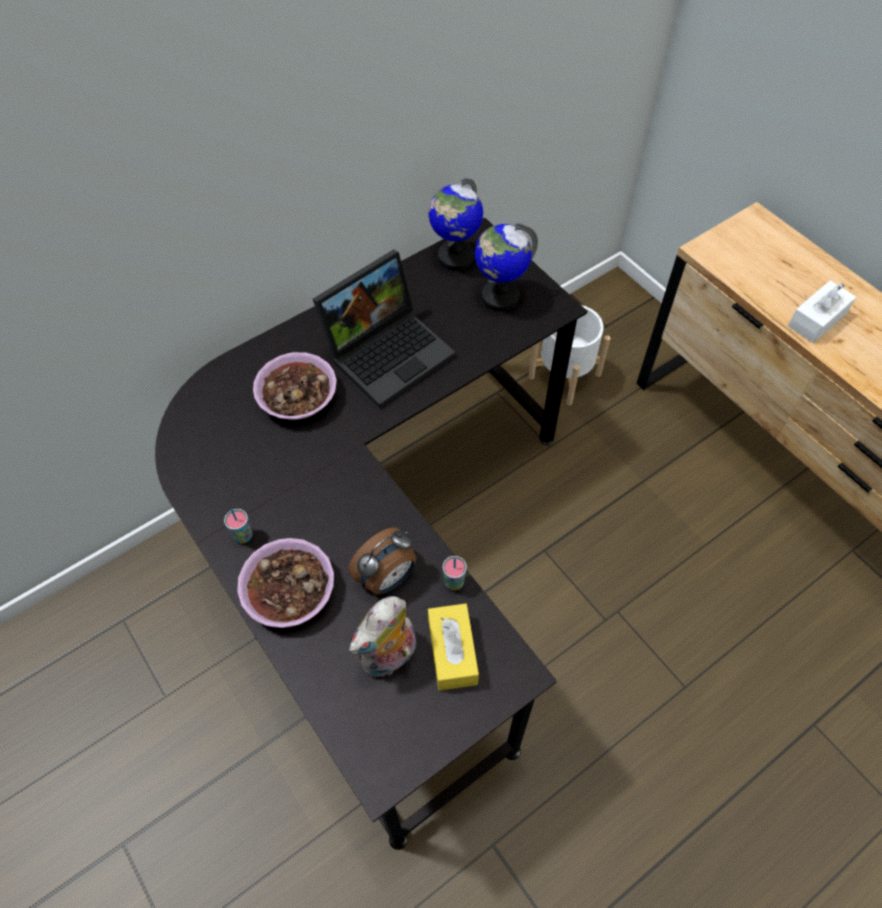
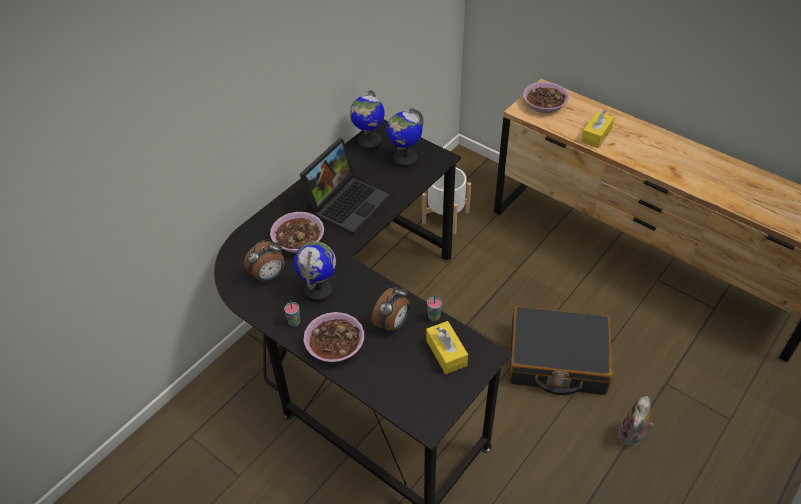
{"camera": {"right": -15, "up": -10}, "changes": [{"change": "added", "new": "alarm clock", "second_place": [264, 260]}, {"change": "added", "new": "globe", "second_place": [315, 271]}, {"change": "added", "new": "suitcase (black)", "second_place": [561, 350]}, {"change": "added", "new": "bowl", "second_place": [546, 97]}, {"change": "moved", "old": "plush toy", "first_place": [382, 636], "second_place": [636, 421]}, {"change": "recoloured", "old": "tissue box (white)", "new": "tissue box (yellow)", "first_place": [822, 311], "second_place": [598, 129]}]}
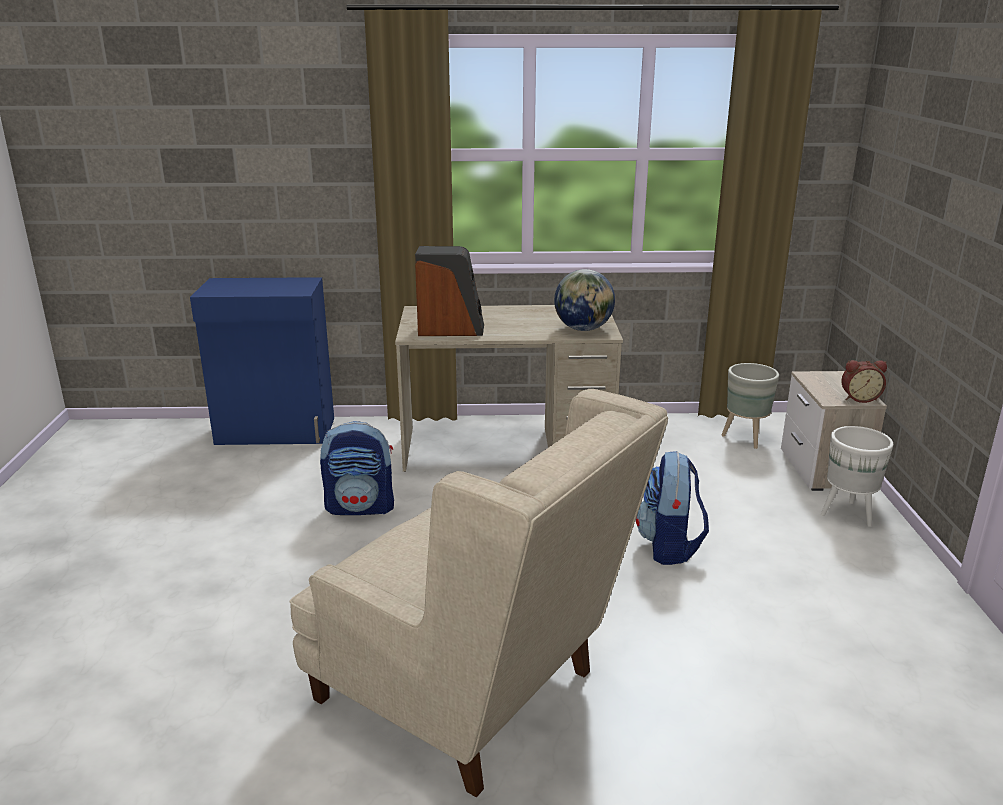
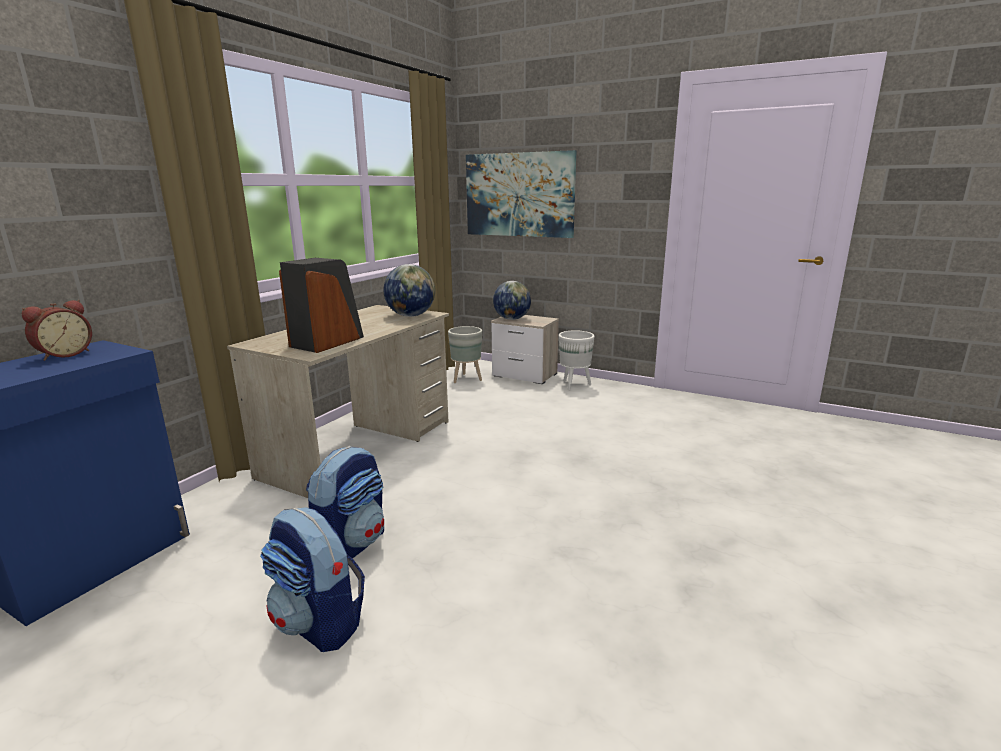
{"camera": {"right": -60, "up": -5}, "changes": [{"change": "removed", "old": "armchair (beige)", "first_place": [478, 593]}, {"change": "added", "new": "picture", "second_place": [521, 194]}, {"change": "added", "new": "globe", "second_place": [512, 300]}, {"change": "moved", "old": "backpack", "first_place": [672, 508], "second_place": [312, 579]}, {"change": "moved", "old": "alarm clock", "first_place": [864, 381], "second_place": [57, 330]}]}
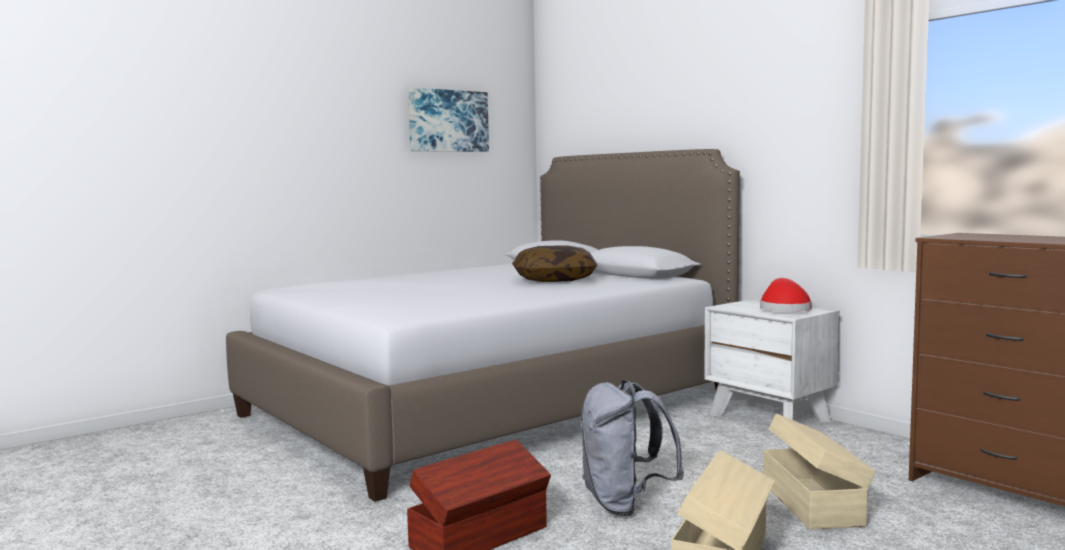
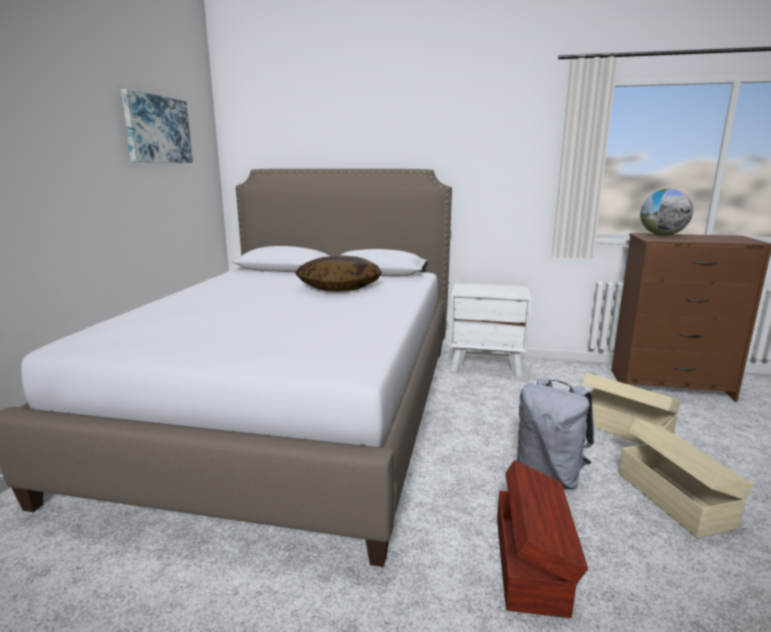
{"camera": {"right": -40, "up": 10}, "changes": [{"change": "removed", "old": "hat (red)", "first_place": [786, 295]}, {"change": "added", "new": "globe", "second_place": [666, 212]}]}
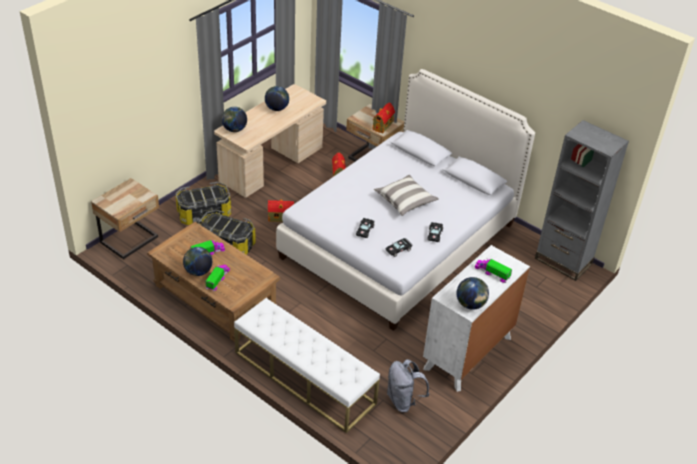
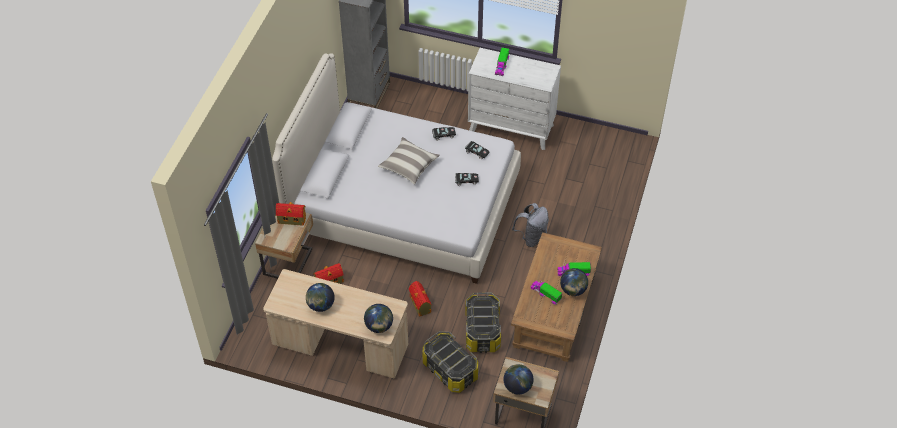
{"camera": {"right": -110, "up": 10}, "changes": [{"change": "removed", "old": "bench (white)", "first_place": [307, 365]}, {"change": "moved", "old": "backpack (grey)", "first_place": [408, 385], "second_place": [530, 225]}, {"change": "moved", "old": "globe", "first_place": [473, 293], "second_place": [518, 379]}]}
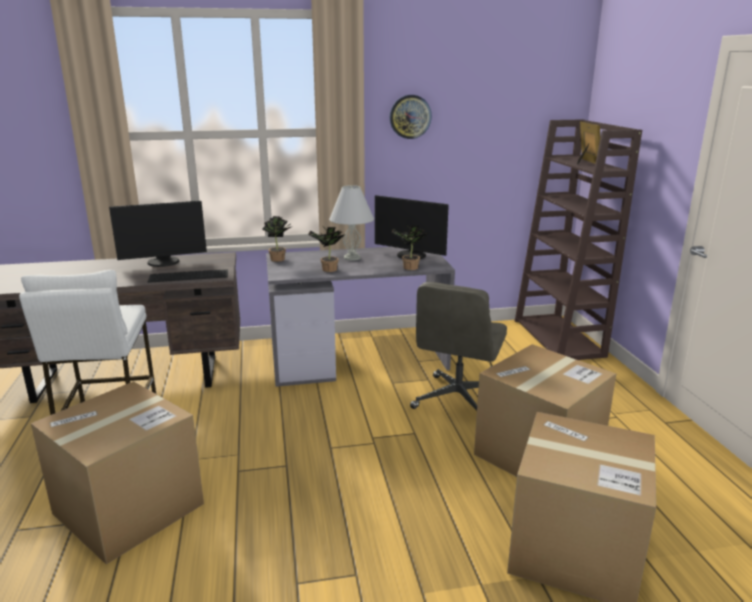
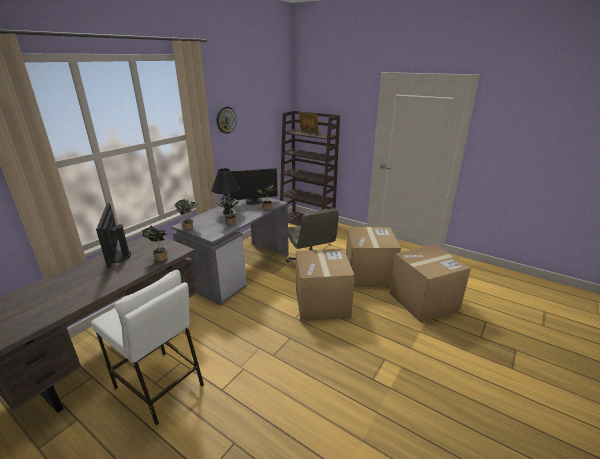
{"camera": {"right": -45, "up": 5}, "changes": [{"change": "moved", "old": "cardboard box", "first_place": [117, 473], "second_place": [325, 285]}, {"change": "replaced", "old": "keyboard", "new": "potted plant", "first_place": [188, 276], "second_place": [154, 243]}, {"change": "recoloured", "old": "table lamp (white)", "new": "table lamp (black)", "first_place": [351, 223], "second_place": [225, 191]}, {"change": "turned", "old": "monitor", "first_place": [158, 234], "second_place": [113, 235], "degrees": 135}]}
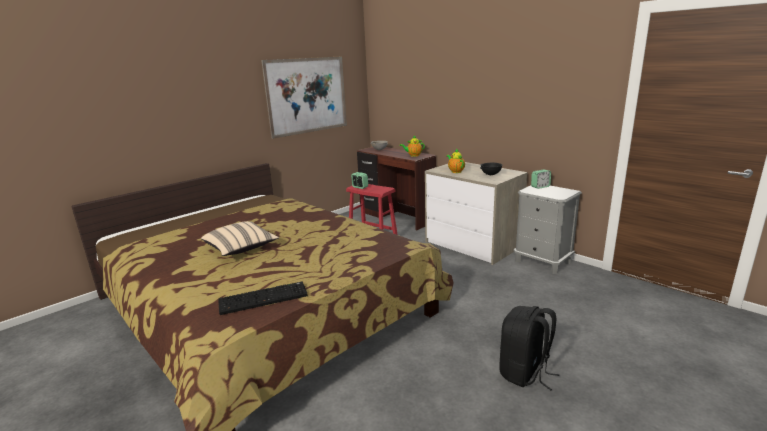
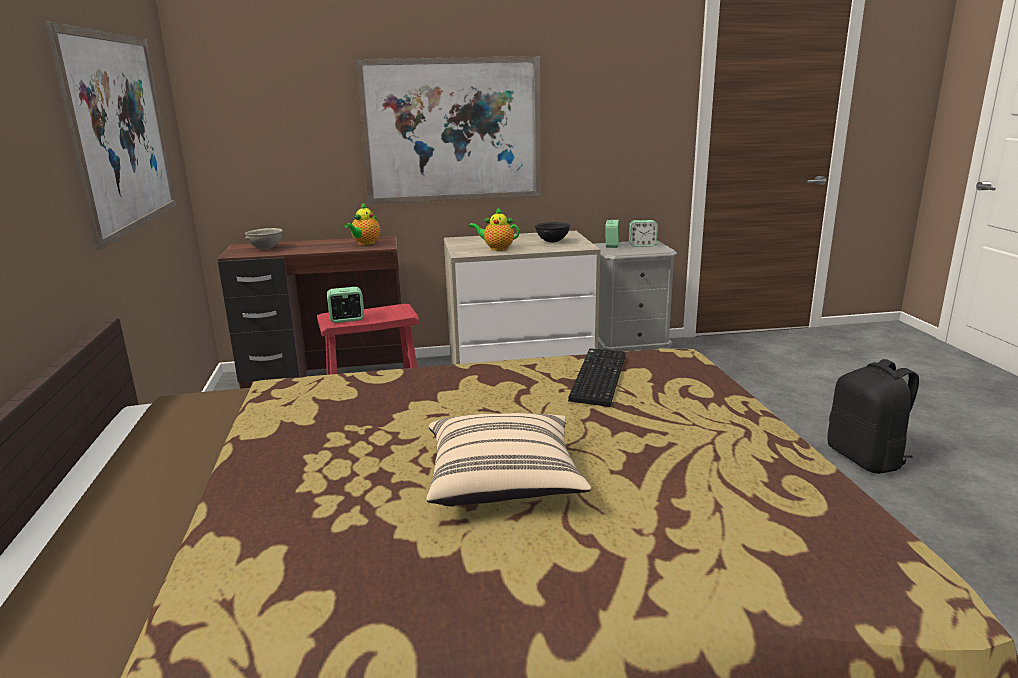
{"camera": {"right": -55, "up": 0}, "changes": [{"change": "added", "new": "picture", "second_place": [448, 130]}, {"change": "added", "new": "alarm clock", "second_place": [643, 233]}, {"change": "moved", "old": "keyboard", "first_place": [263, 298], "second_place": [596, 377]}]}
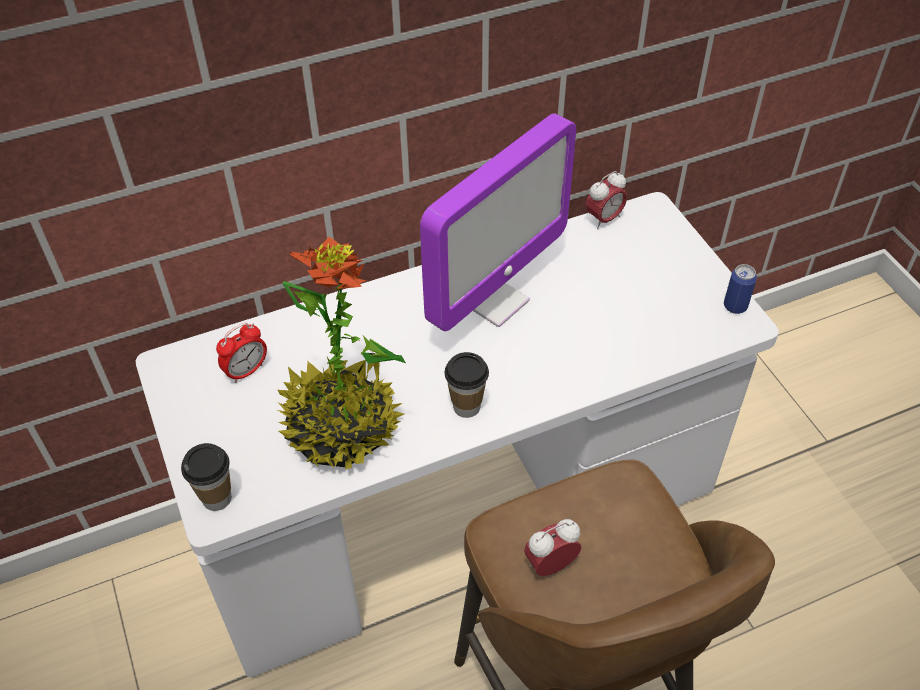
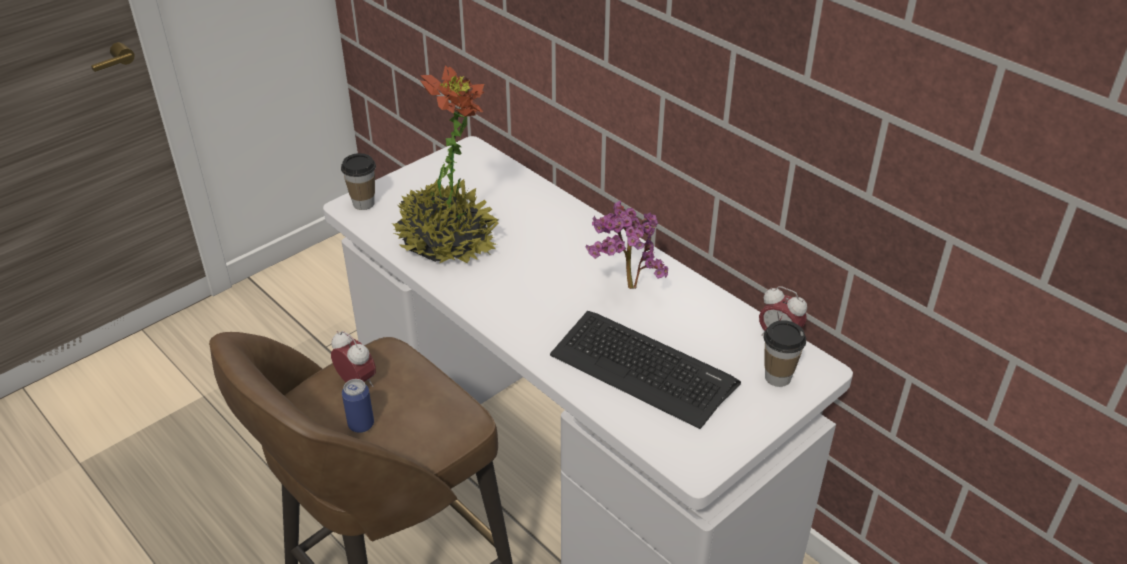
{"camera": {"right": 70, "up": -10}, "changes": [{"change": "removed", "old": "alarm clock", "first_place": [241, 353]}, {"change": "added", "new": "keyboard", "second_place": [645, 370]}, {"change": "moved", "old": "cup", "first_place": [466, 385], "second_place": [785, 353]}, {"change": "moved", "old": "can", "first_place": [740, 289], "second_place": [358, 406]}, {"change": "replaced", "old": "monitor", "new": "potted plant", "first_place": [498, 222], "second_place": [626, 245]}]}
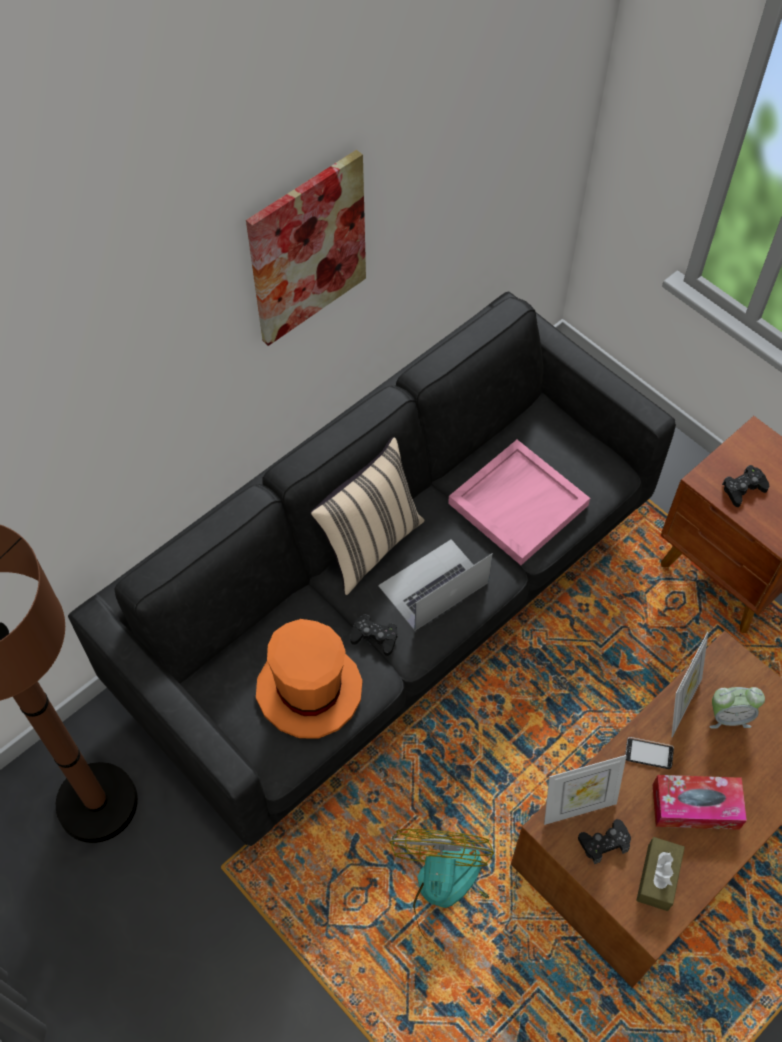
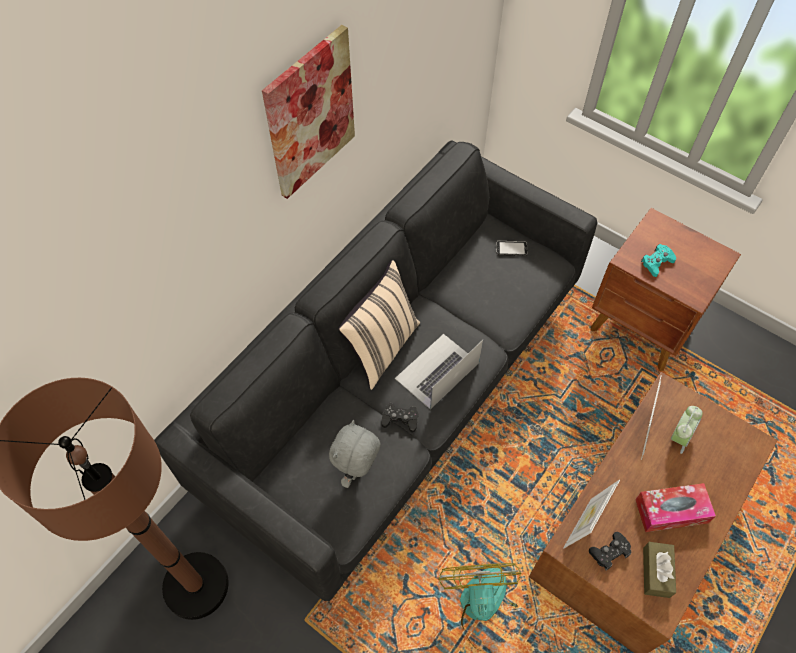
{"camera": {"right": -10, "up": 0}, "changes": [{"change": "removed", "old": "tray (pink)", "first_place": [519, 502]}, {"change": "moved", "old": "phone", "first_place": [649, 753], "second_place": [512, 248]}, {"change": "replaced", "old": "hat (orange)", "new": "plush toy (grey)", "first_place": [309, 679], "second_place": [354, 454]}, {"change": "recoloured", "old": "game controller (black)", "new": "game controller (turquoise)", "first_place": [745, 486], "second_place": [658, 260]}, {"change": "turned", "old": "picture frame", "first_place": [585, 790], "second_place": [591, 514], "degrees": 150}, {"change": "turned", "old": "alarm clock", "first_place": [737, 708], "second_place": [687, 430], "degrees": -45}]}
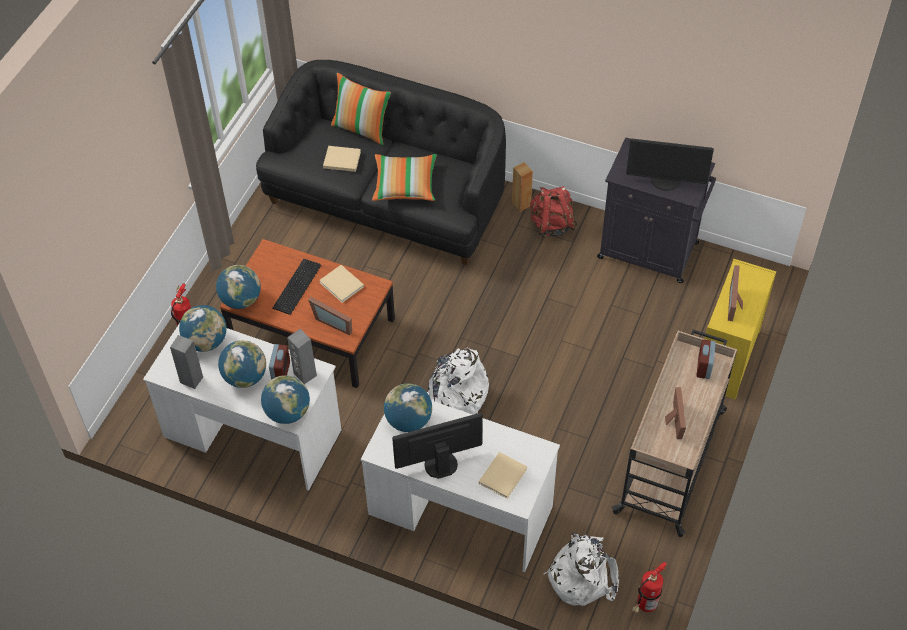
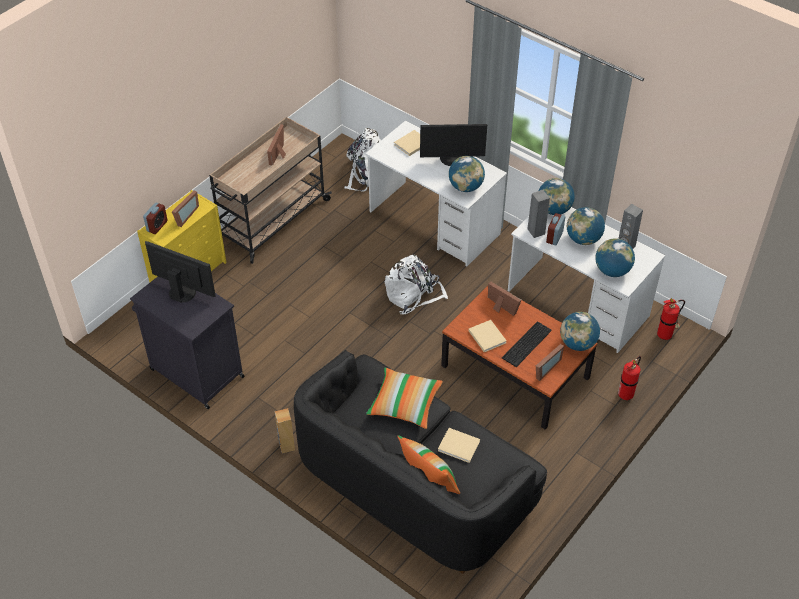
{"camera": {"right": -165, "up": -5}, "changes": [{"change": "removed", "old": "backpack (red)", "first_place": [554, 211]}, {"change": "added", "new": "picture frame", "second_place": [550, 362]}, {"change": "moved", "old": "fire extinguisher", "first_place": [649, 587], "second_place": [671, 319]}, {"change": "moved", "old": "alarm clock", "first_place": [706, 359], "second_place": [155, 218]}]}
